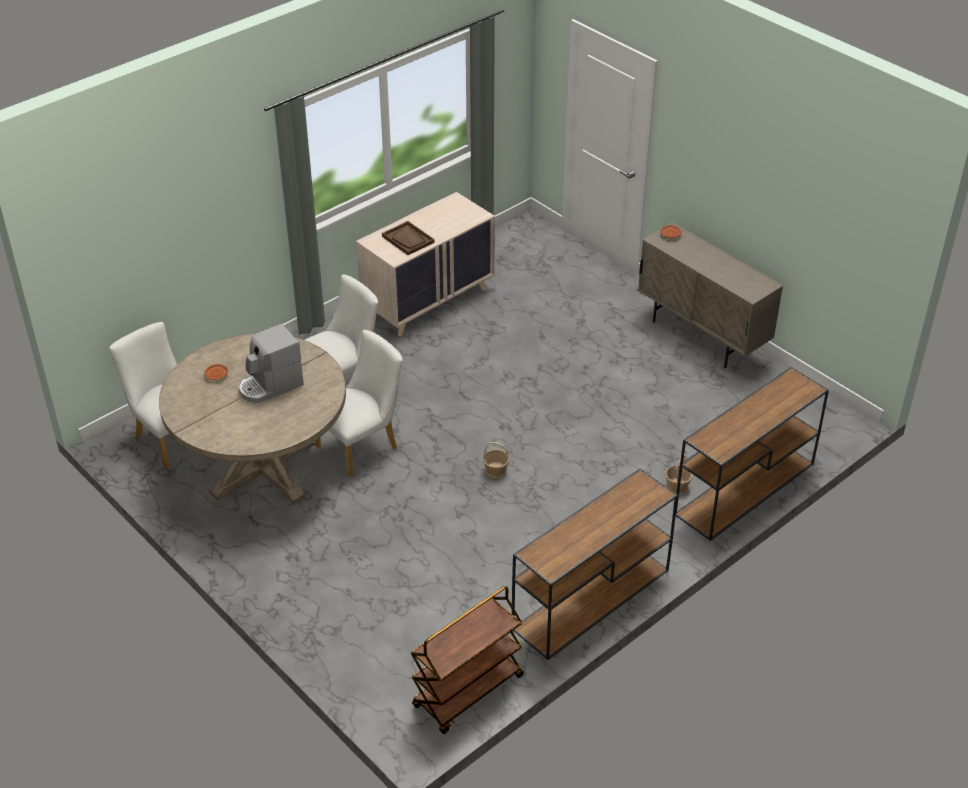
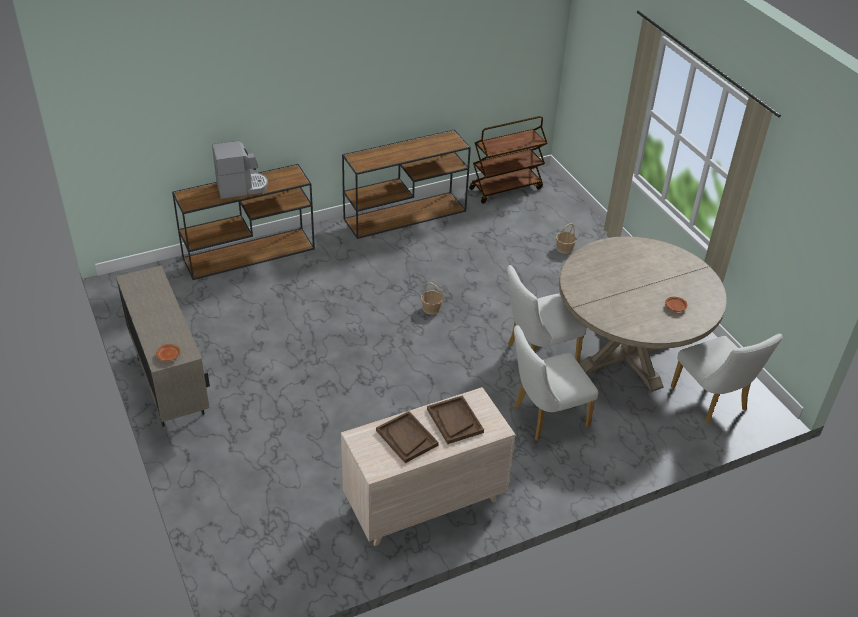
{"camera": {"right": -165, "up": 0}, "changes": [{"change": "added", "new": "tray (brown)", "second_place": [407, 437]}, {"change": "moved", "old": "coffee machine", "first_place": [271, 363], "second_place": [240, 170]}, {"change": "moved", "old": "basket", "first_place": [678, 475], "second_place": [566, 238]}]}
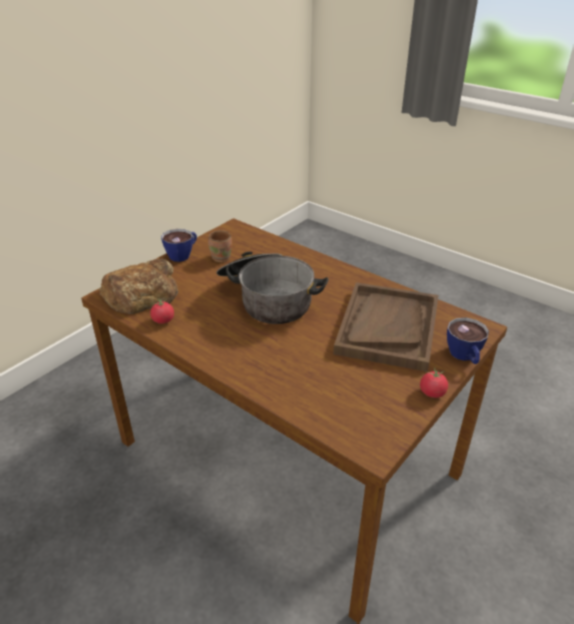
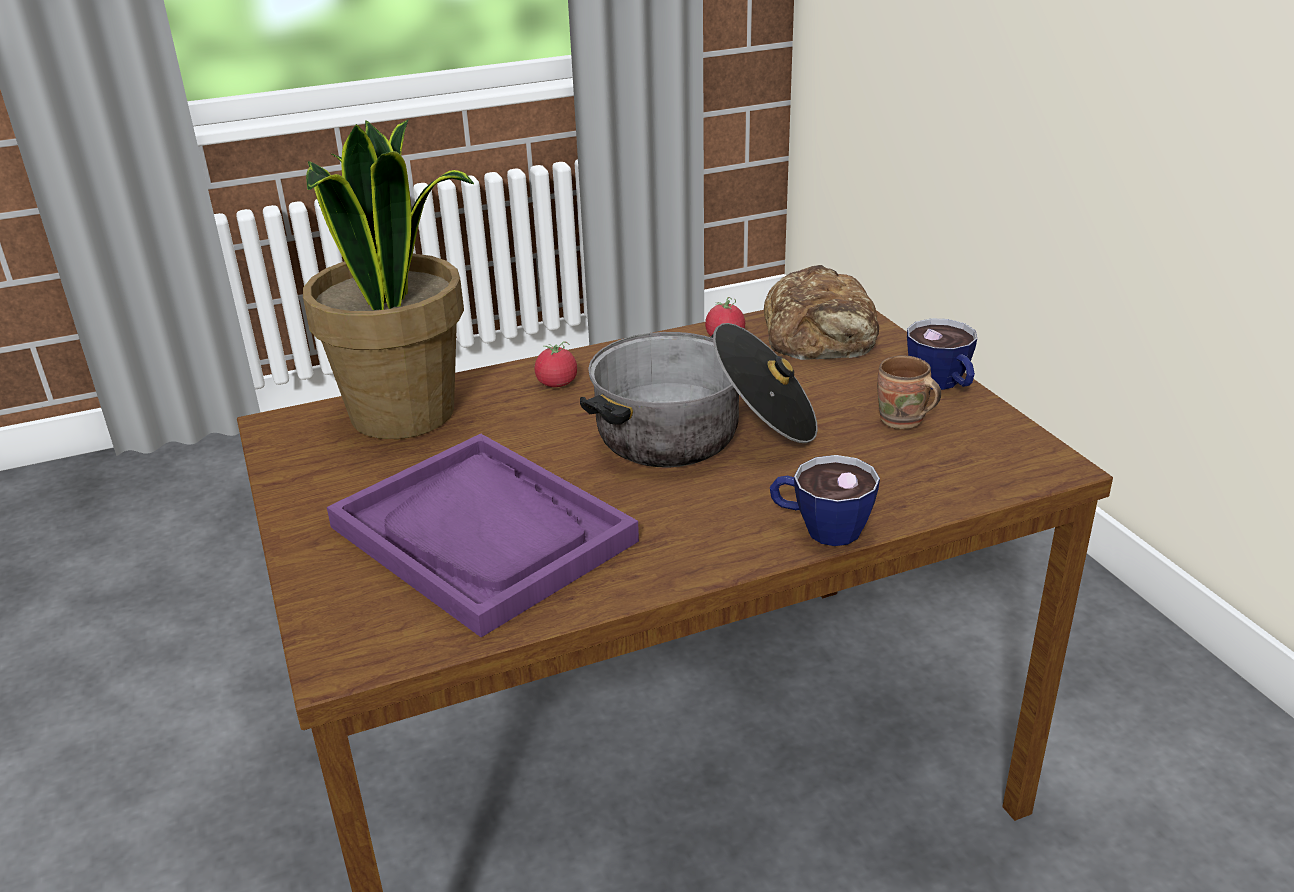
{"camera": {"right": 120, "up": -5}, "changes": [{"change": "added", "new": "potted plant", "second_place": [388, 279]}, {"change": "moved", "old": "tomato", "first_place": [434, 382], "second_place": [556, 364]}, {"change": "moved", "old": "cup", "first_place": [468, 341], "second_place": [825, 500]}, {"change": "recoloured", "old": "tray (brown)", "new": "tray (purple)", "first_place": [385, 327], "second_place": [483, 535]}]}
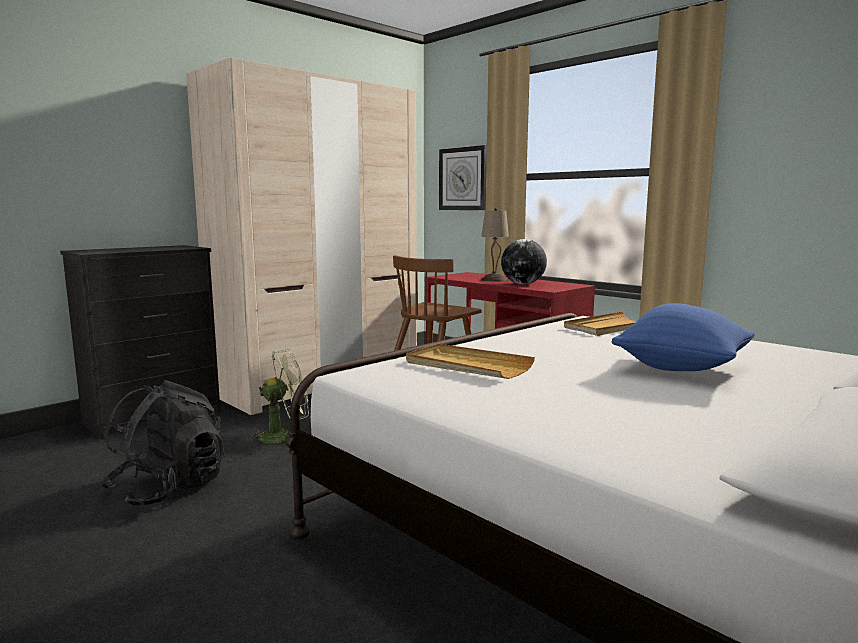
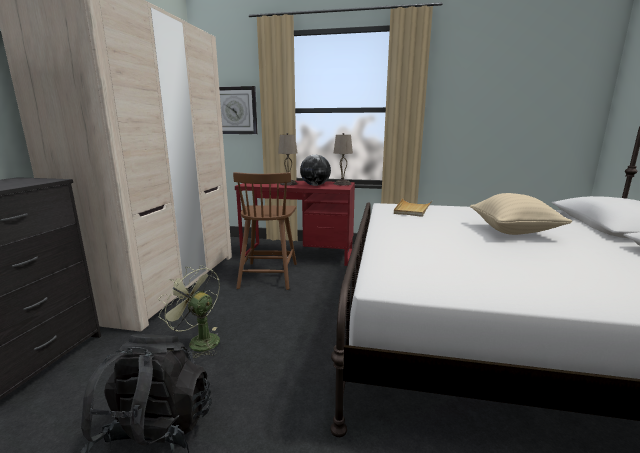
{"camera": {"right": -35, "up": 5}, "changes": [{"change": "removed", "old": "tray (beige)", "first_place": [470, 361]}, {"change": "added", "new": "table lamp (beige)", "second_place": [343, 159]}, {"change": "recoloured", "old": "pillow (blue)", "new": "pillow (beige)", "first_place": [683, 337], "second_place": [521, 214]}, {"change": "turned", "old": "fan (green)", "first_place": [278, 396], "second_place": [189, 311], "degrees": -90}]}
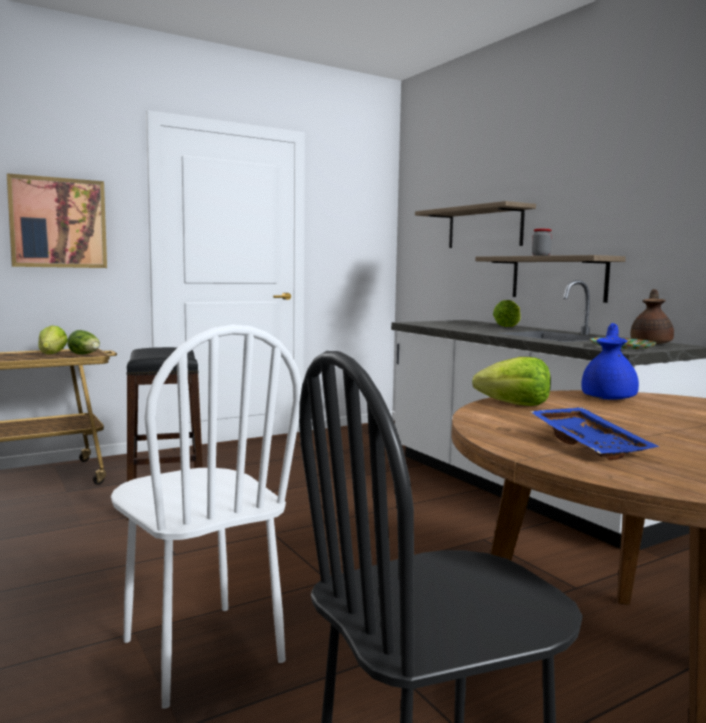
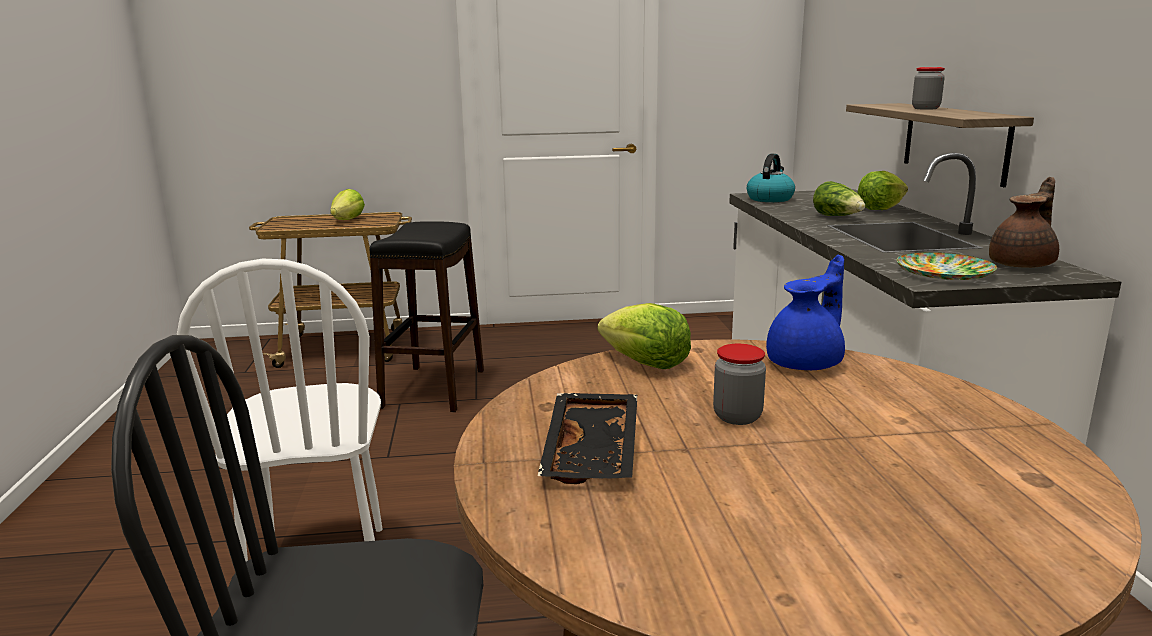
{"camera": {"right": 25, "up": 10}, "changes": [{"change": "removed", "old": "picture", "first_place": [57, 220]}, {"change": "removed", "old": "shelf", "first_place": [475, 224]}, {"change": "added", "new": "jar", "second_place": [739, 384]}, {"change": "added", "new": "kettle", "second_place": [771, 178]}, {"change": "moved", "old": "lettuce", "first_place": [83, 342], "second_place": [839, 198]}, {"change": "recoloured", "old": "tray (blue)", "new": "tray (black)", "first_place": [594, 433], "second_place": [588, 438]}]}
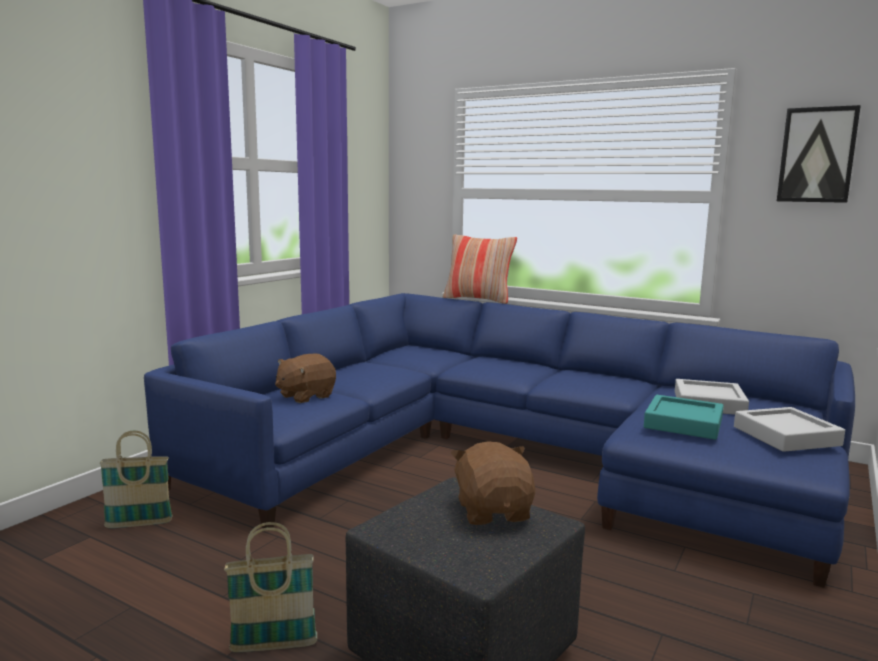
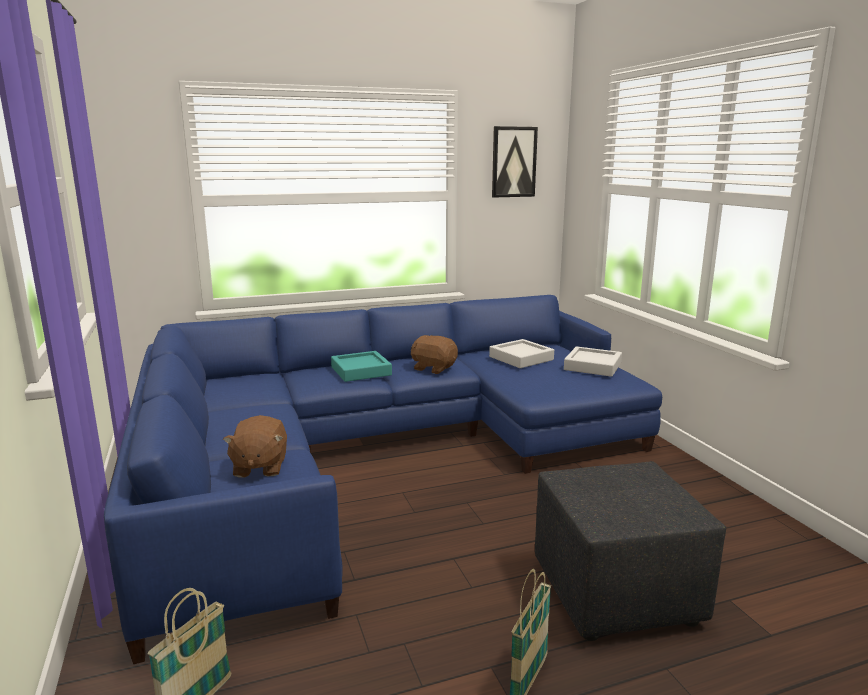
{"camera": {"right": -50, "up": 5}, "changes": [{"change": "removed", "old": "pillow", "first_place": [480, 269]}, {"change": "moved", "old": "plush toy (brown)", "first_place": [493, 483], "second_place": [434, 354]}, {"change": "moved", "old": "tray (turquoise)", "first_place": [684, 417], "second_place": [361, 366]}]}
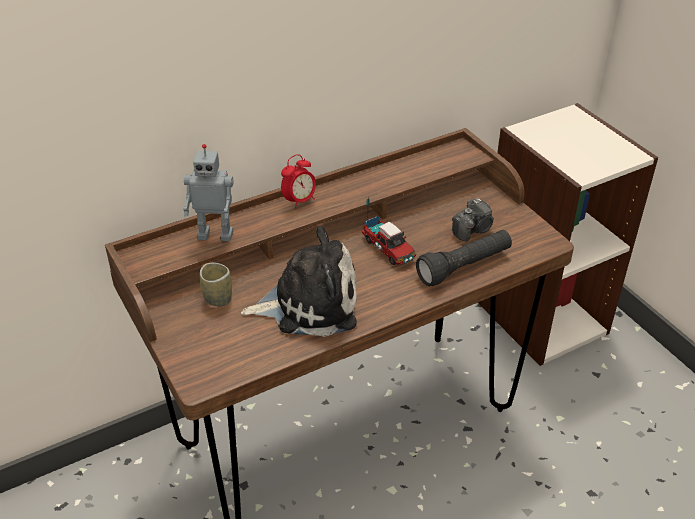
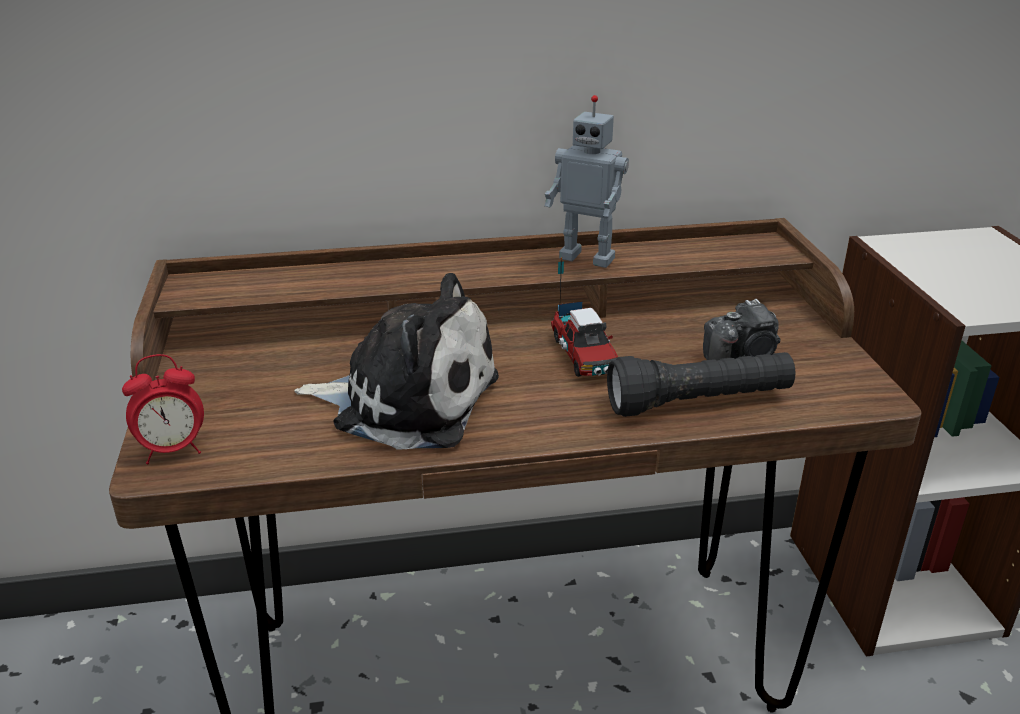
{"camera": {"right": 20, "up": -10}, "changes": [{"change": "removed", "old": "cup", "first_place": [216, 284]}, {"change": "moved", "old": "toy robot", "first_place": [208, 192], "second_place": [587, 181]}, {"change": "moved", "old": "alarm clock", "first_place": [298, 181], "second_place": [163, 409]}]}
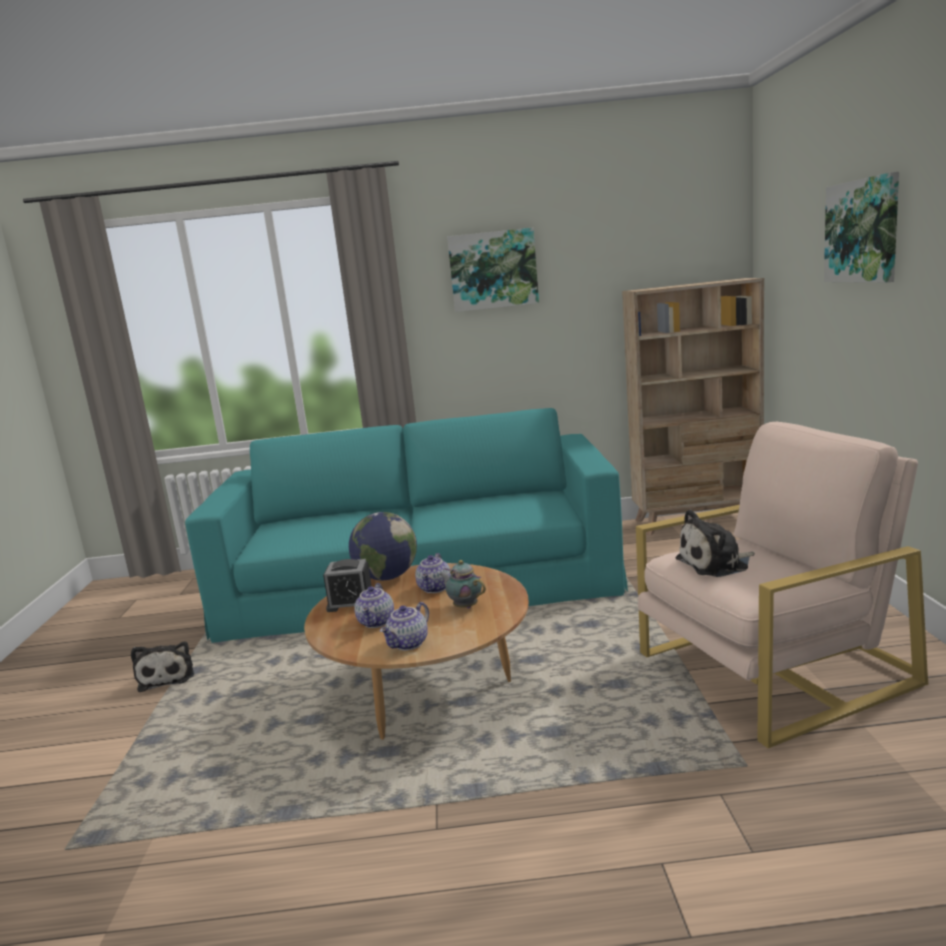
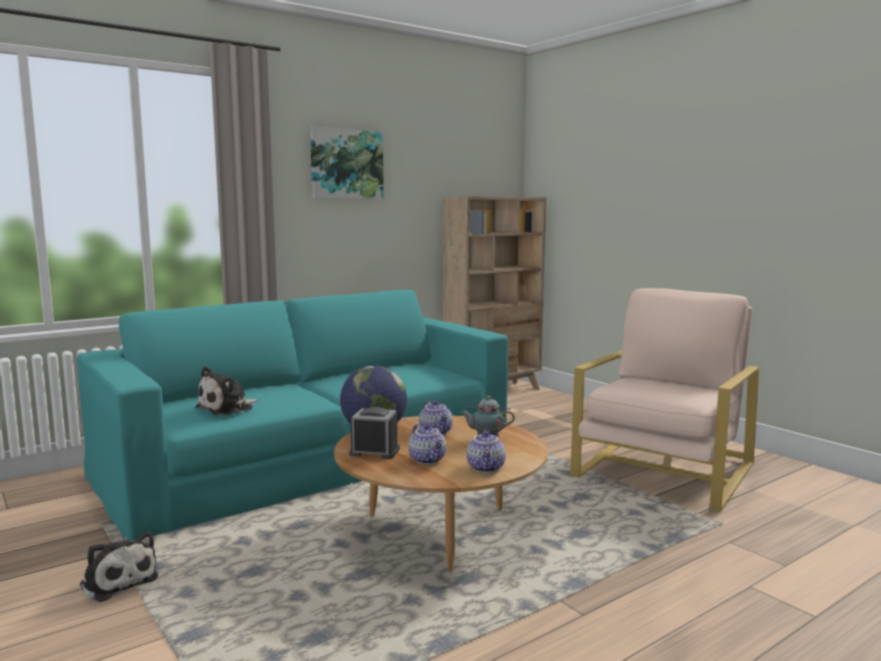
{"camera": {"right": -35, "up": -5}, "changes": [{"change": "removed", "old": "picture", "first_place": [861, 227]}, {"change": "moved", "old": "plush toy", "first_place": [715, 543], "second_place": [226, 390]}, {"change": "turned", "old": "alarm clock", "first_place": [347, 585], "second_place": [374, 433], "degrees": -135}]}
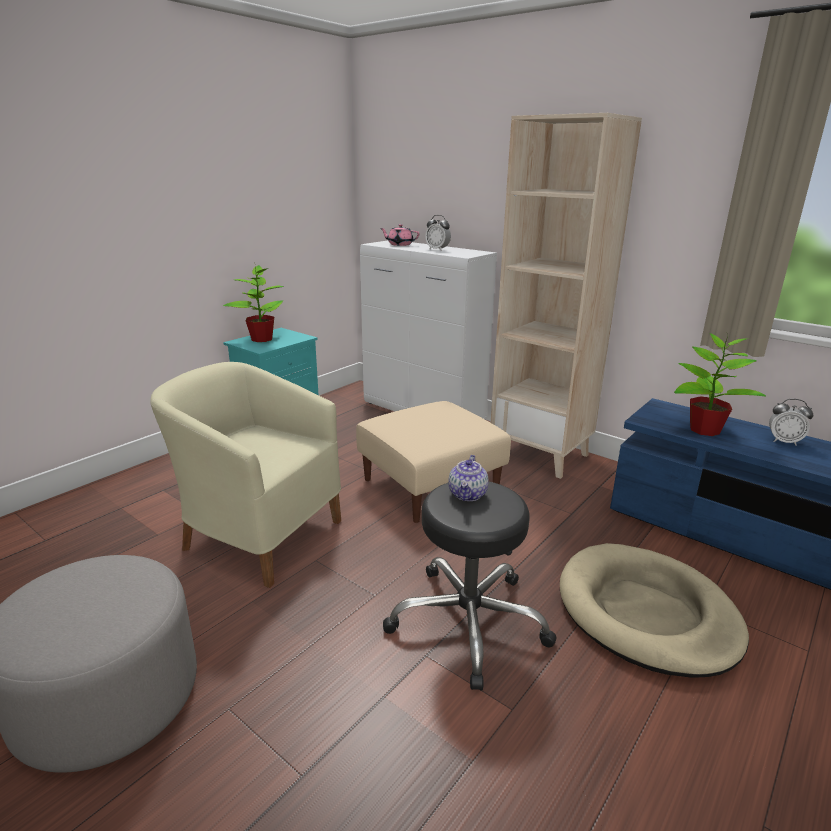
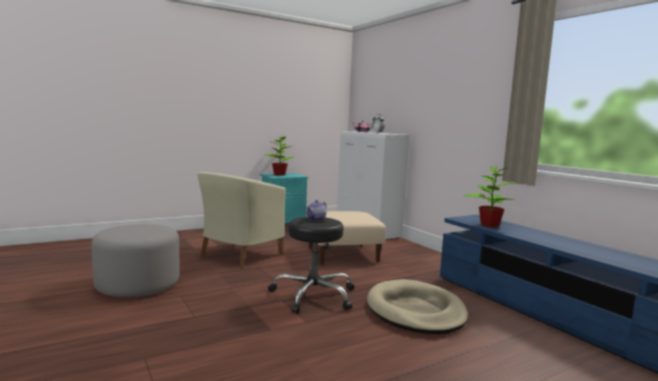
{"camera": {"right": 20, "up": -15}, "changes": [{"change": "removed", "old": "bookcase (beige)", "first_place": [566, 296]}, {"change": "removed", "old": "alarm clock", "first_place": [791, 422]}, {"change": "turned", "old": "armchair (beige)", "first_place": [245, 475], "second_place": [241, 220], "degrees": -105}]}
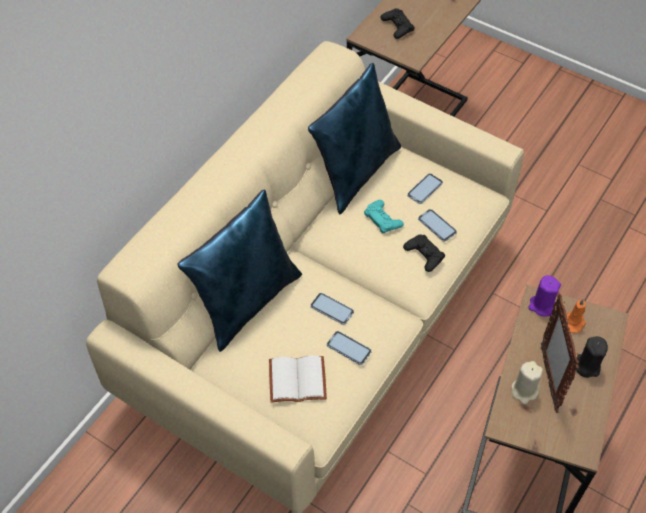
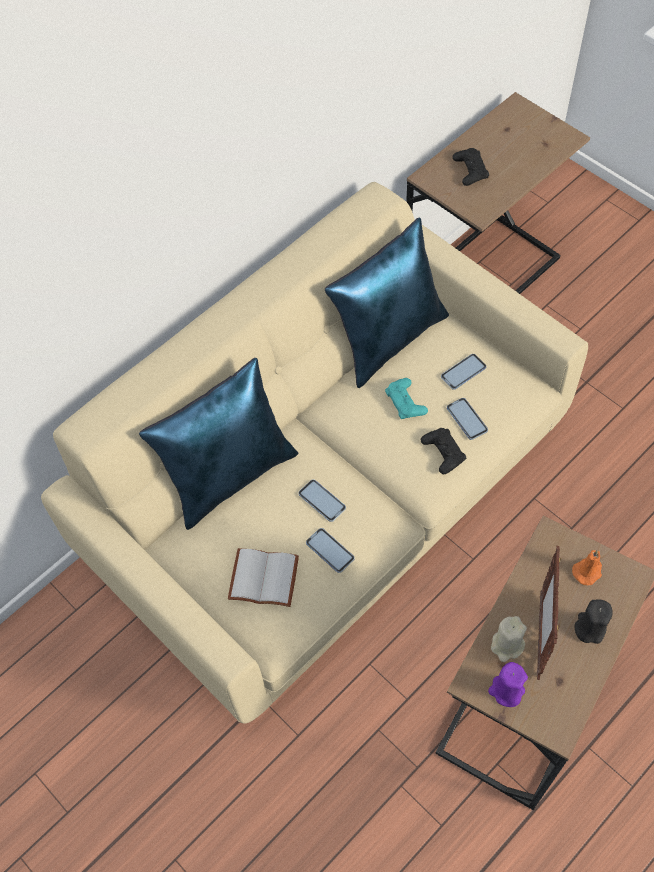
{"camera": {"right": 15, "up": 5}, "changes": [{"change": "moved", "old": "candle (purple)", "first_place": [545, 296], "second_place": [508, 684]}]}
